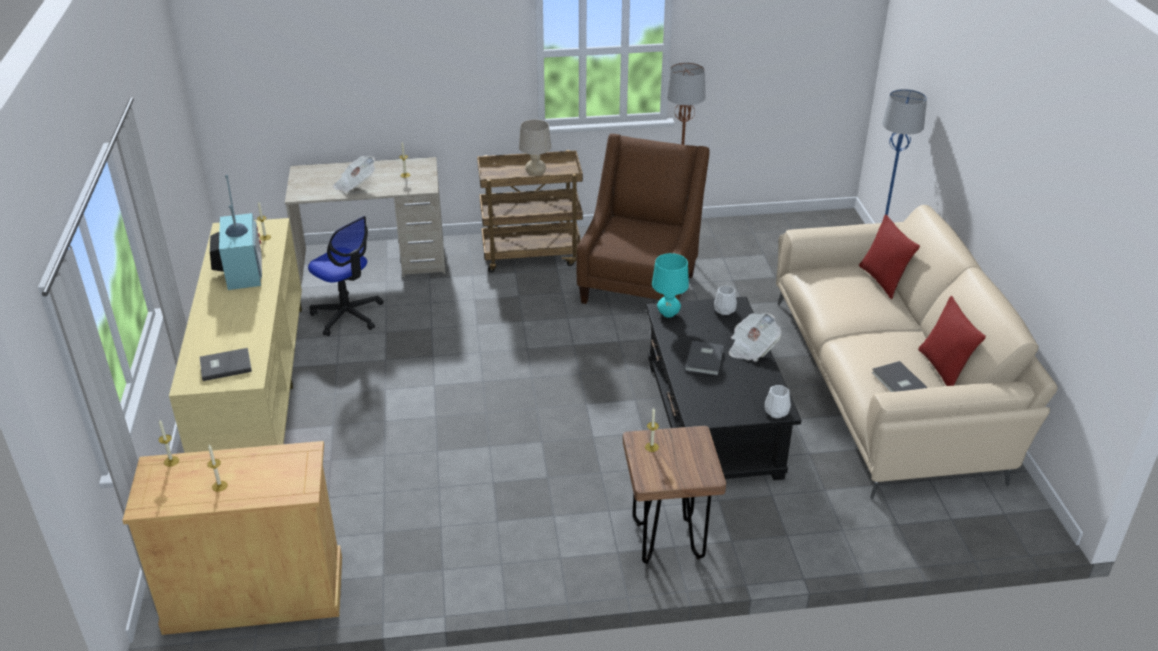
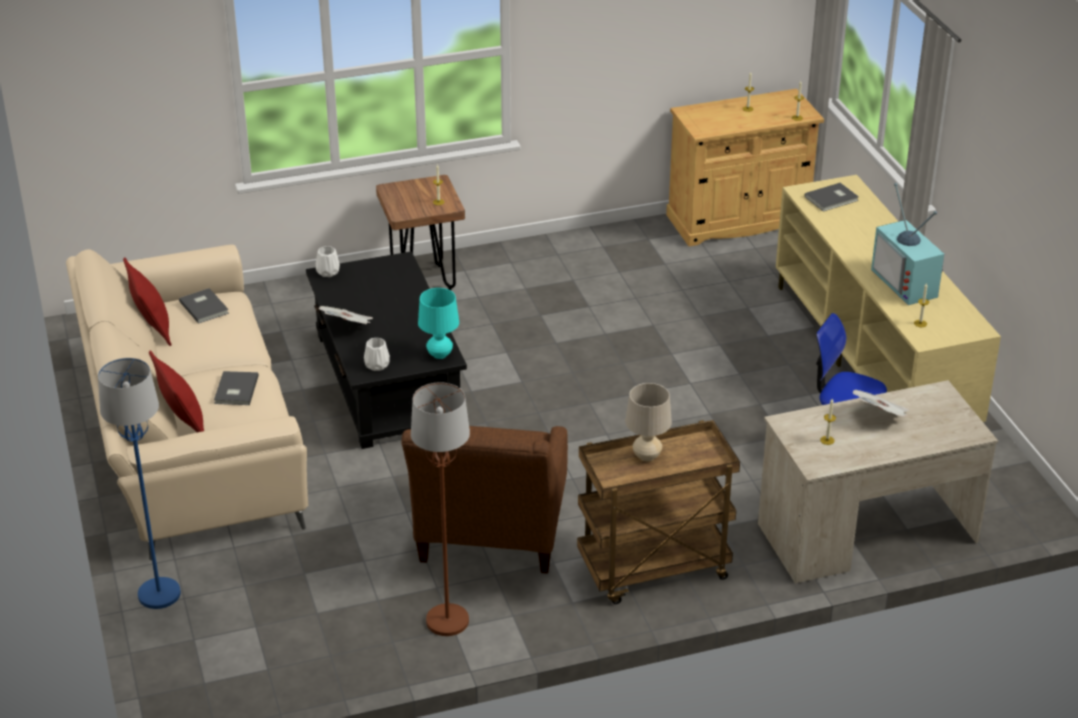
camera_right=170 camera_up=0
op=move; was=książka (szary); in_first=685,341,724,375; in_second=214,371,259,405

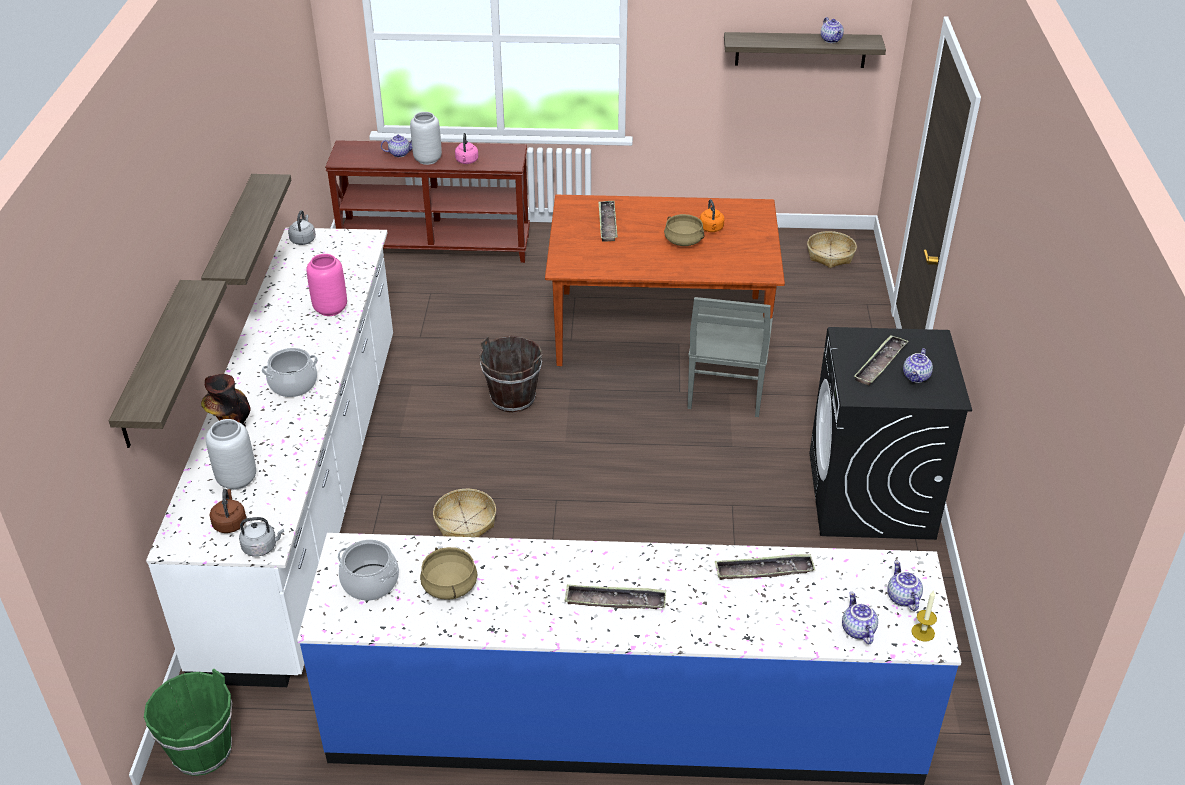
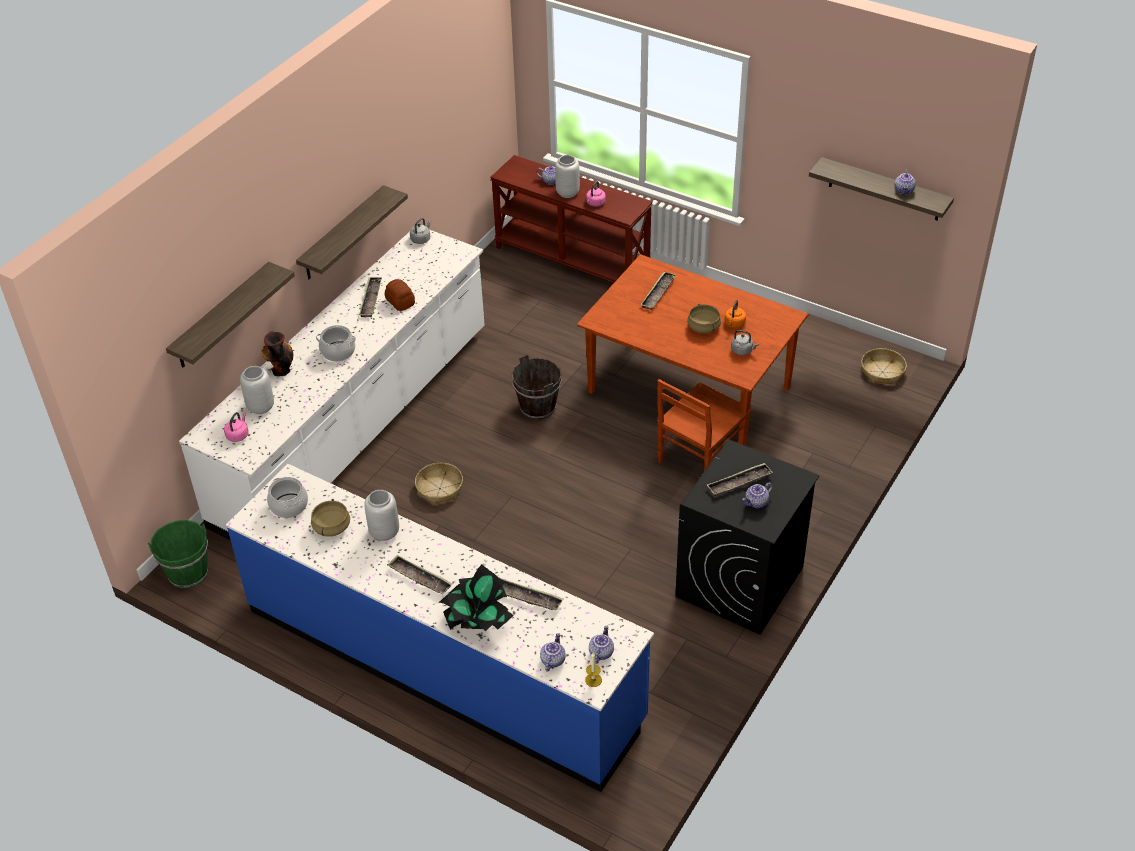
camera_right=30 camera_up=5
op=recolor; was=czajnik (brązowy); now=czajnik (różowy); in_first=210,489,246,533; in_second=224,412,248,442
op=insert; now=taca; in_second=359,277,382,317
op=insert; now=wazon (szary); in_second=364,490,399,541
op=replace; was=wazon (różowy); now=chleb; in_first=307,254,347,316; in_second=385,279,415,311
op=insert; now=roślina doniczkowa; in_second=439,565,513,631
op=recolor; was=krzesło (szary); now=krzesło (brązowy); in_first=688,297,773,417; in_second=657,379,752,471
op=move; was=czajnik (szary); in_first=239,517,284,557; in_second=731,330,759,355

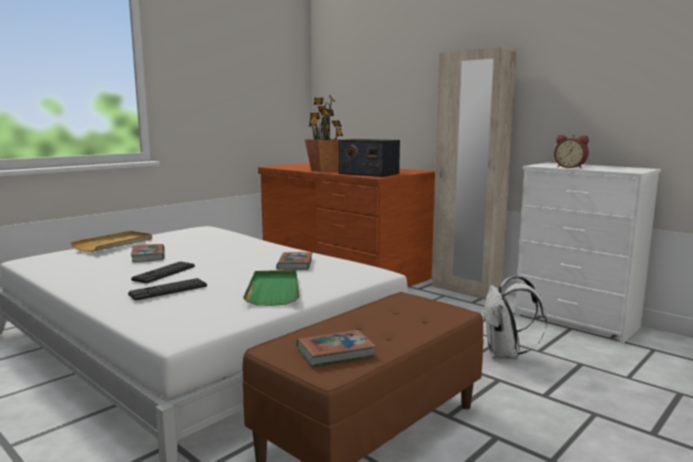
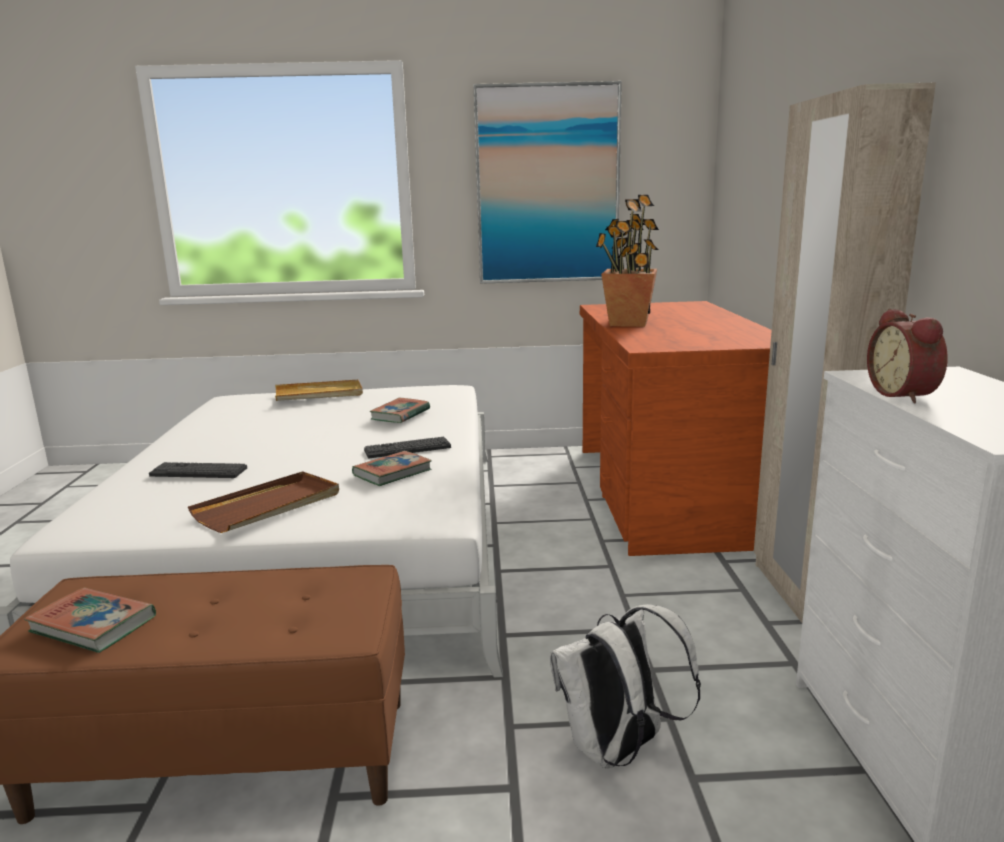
camera_right=45 camera_up=5
op=recolor; was=taca (zielony); now=taca (brązowy); in_first=243,270,300,306; in_second=188,471,339,533
op=move; was=klawiatura; in_first=131,261,195,283; in_second=364,436,451,458
op=move; was=książka; in_first=131,244,165,262; in_second=369,398,430,423
op=insert; now=obraz; in_second=474,81,622,284
op=delete; was=radio; in_first=339,139,400,177

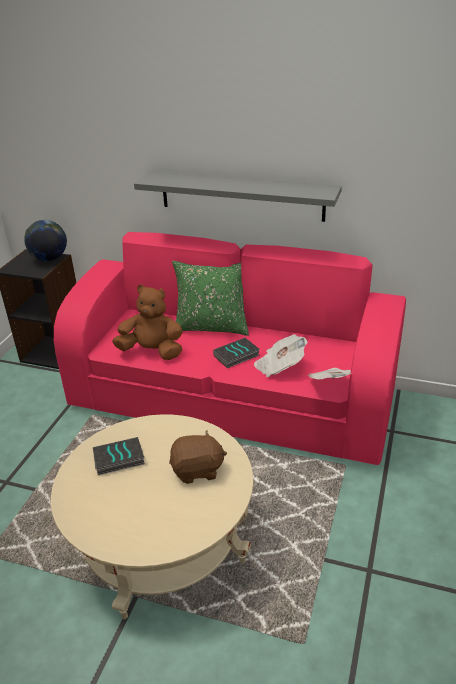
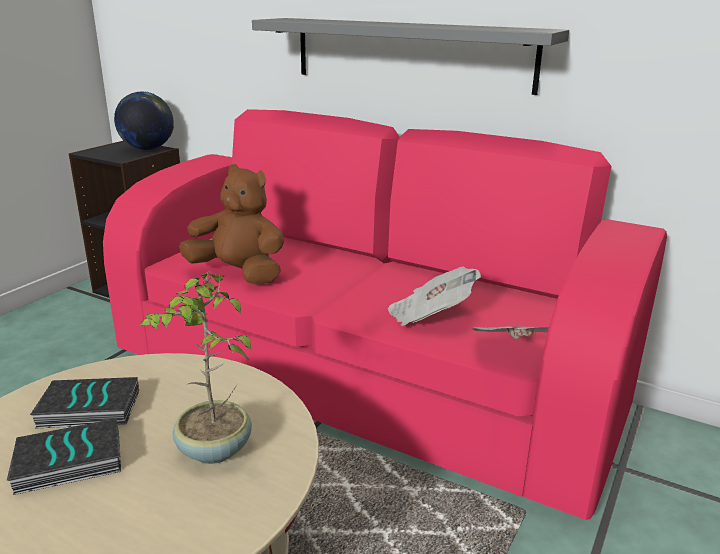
camera_right=10 camera_up=-10
op=move; was=książka; in_first=213,338,260,368; in_second=7,419,121,495
op=replace; was=pluszak (brązowy); now=roślina doniczkowa; in_first=169,430,227,484; in_second=141,270,252,464
op=delete; was=poduszka (zielony); in_first=172,261,249,336

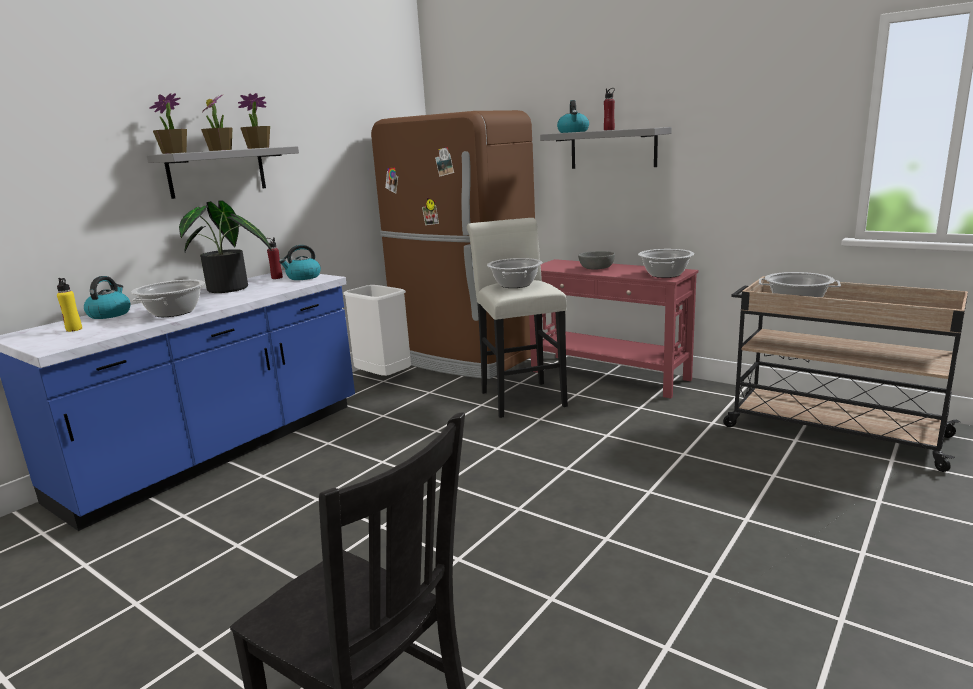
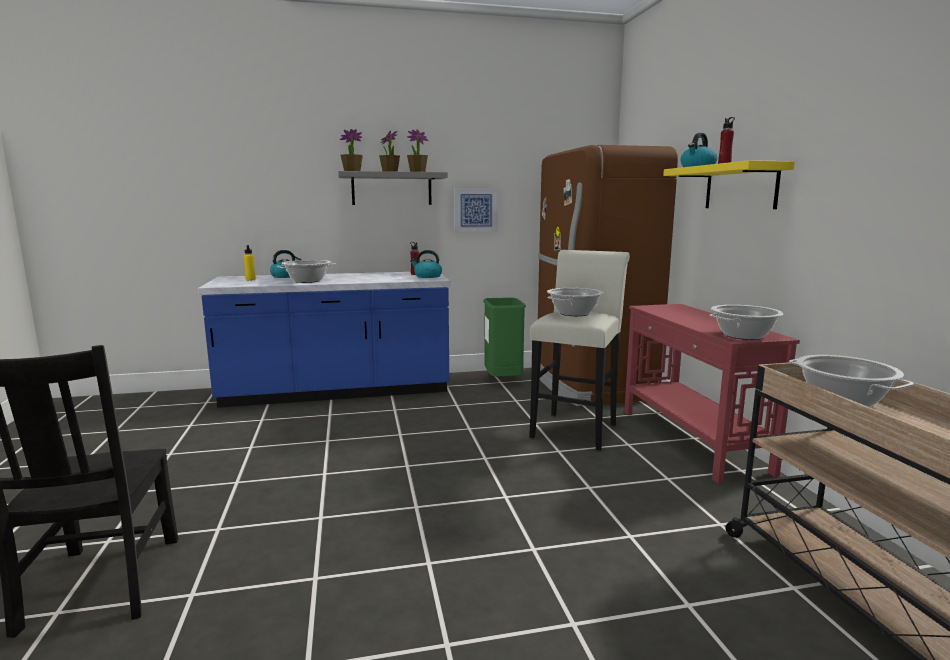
camera_right=40 camera_up=-5
op=insert; now=obraz; in_second=454,188,498,233
op=recolor; was=kosz na śmieci (biały); now=kosz na śmieci (zielony); in_first=343,285,411,376; in_second=483,297,526,377
op=recolor; was=półka (szary); now=półka (żółty); in_first=540,127,672,169; in_second=663,160,795,209
op=delete; was=roślina doniczkowa; in_first=179,200,272,293
op=delete; was=miska (szary); in_first=578,251,615,270

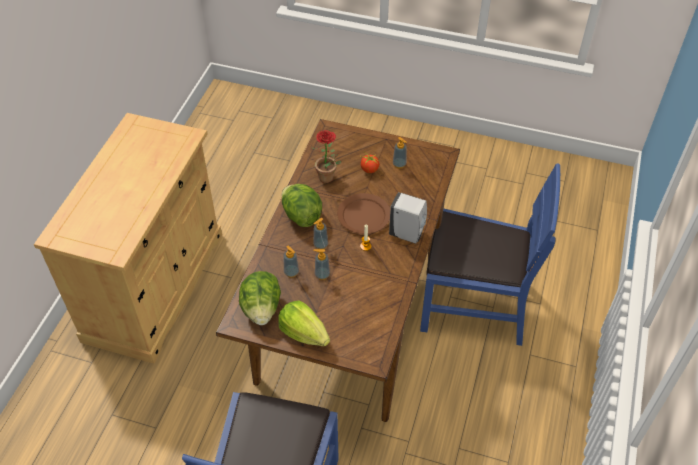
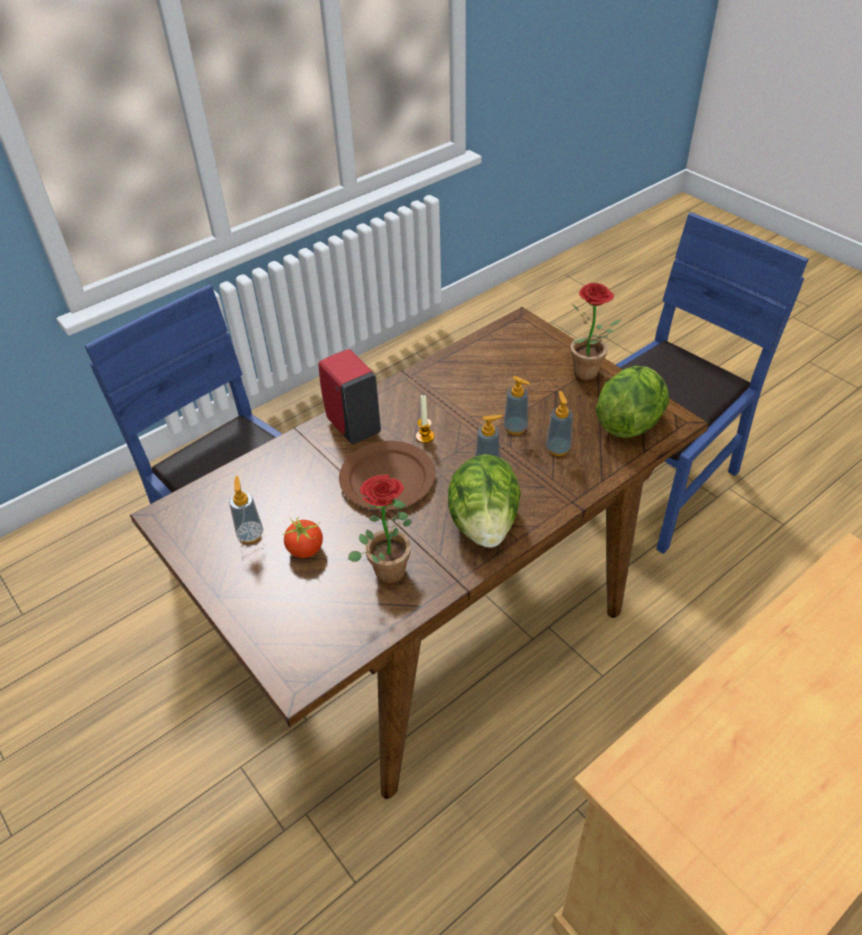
camera_right=-145 camera_up=-5
op=recolor; was=dozownik mydła (biały); now=dozownik mydła (czerwony); in_first=389,192,427,244; in_second=318,349,381,445
op=replace; was=sałata; now=roślina doniczkowa; in_first=278,300,330,346; in_second=571,283,621,380

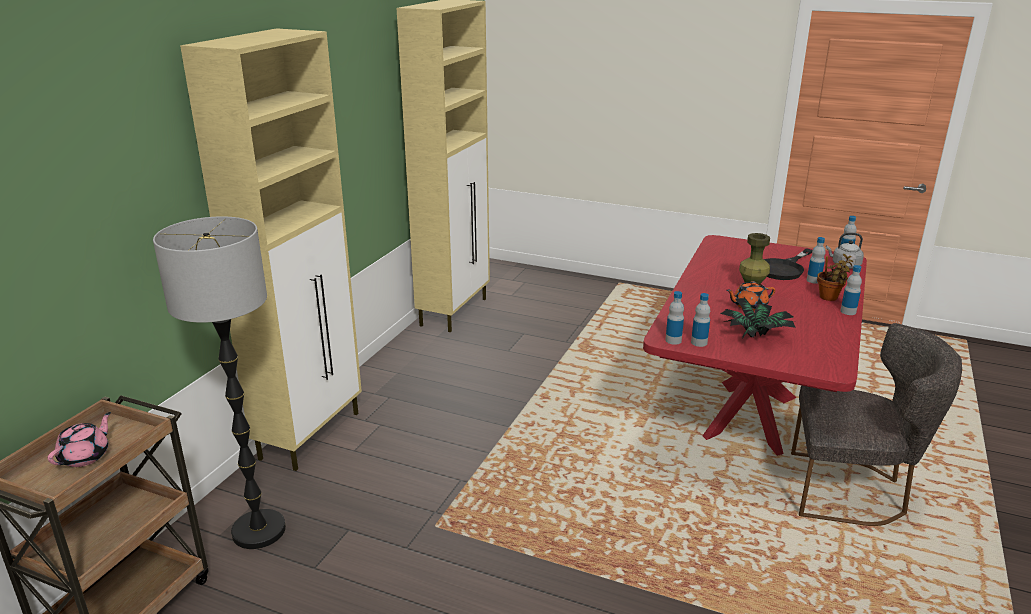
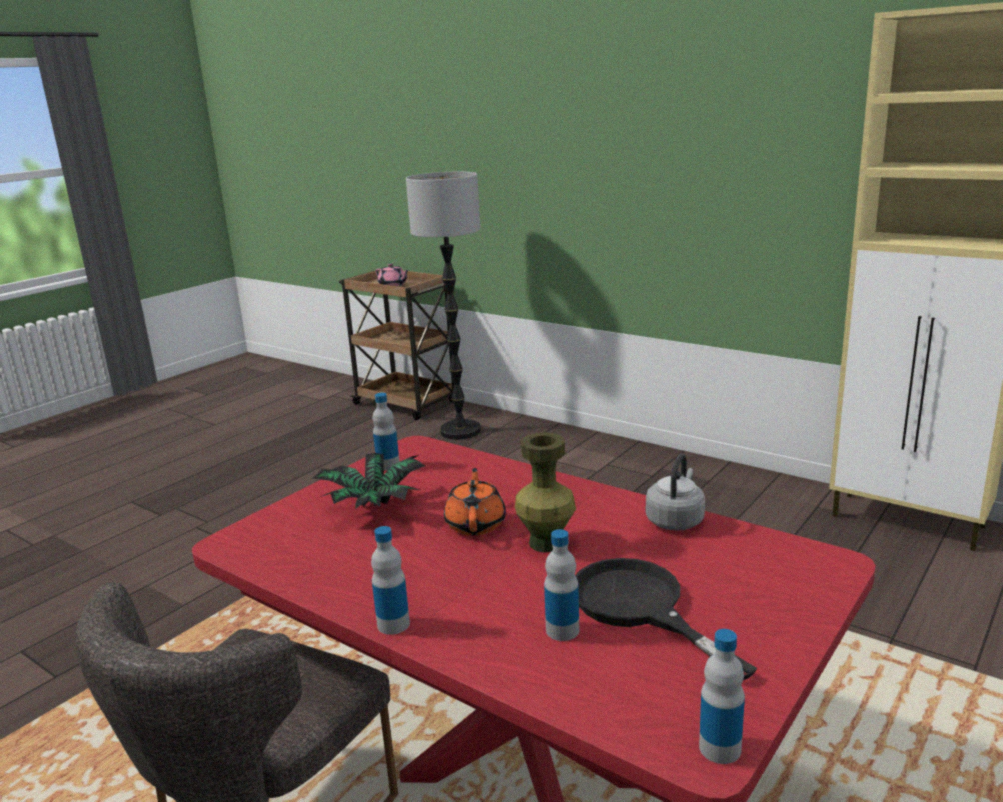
camera_right=105 camera_up=-5
op=move; was=czajnik (szary); in_first=826,233,864,269; in_second=646,453,705,531
op=delete; was=szafka (beżowy); in_first=180,28,362,471
op=delete; was=butelka; in_first=665,291,684,345
op=delete; was=roślina doniczkowa; in_first=817,254,853,301

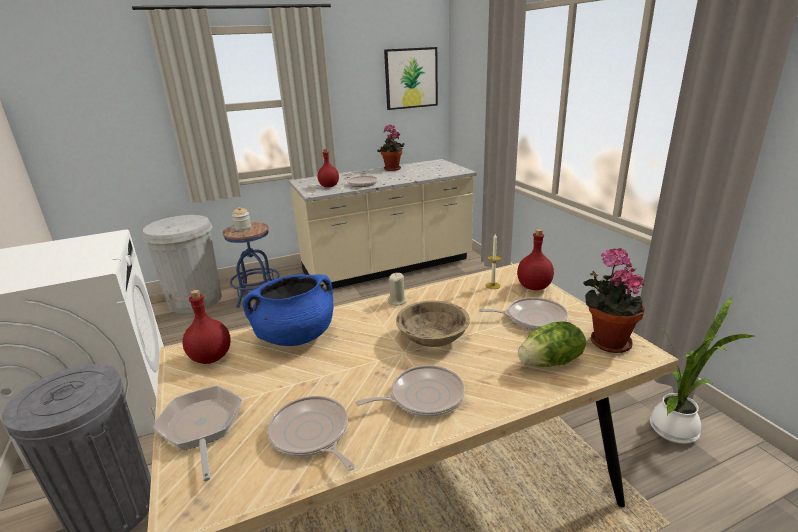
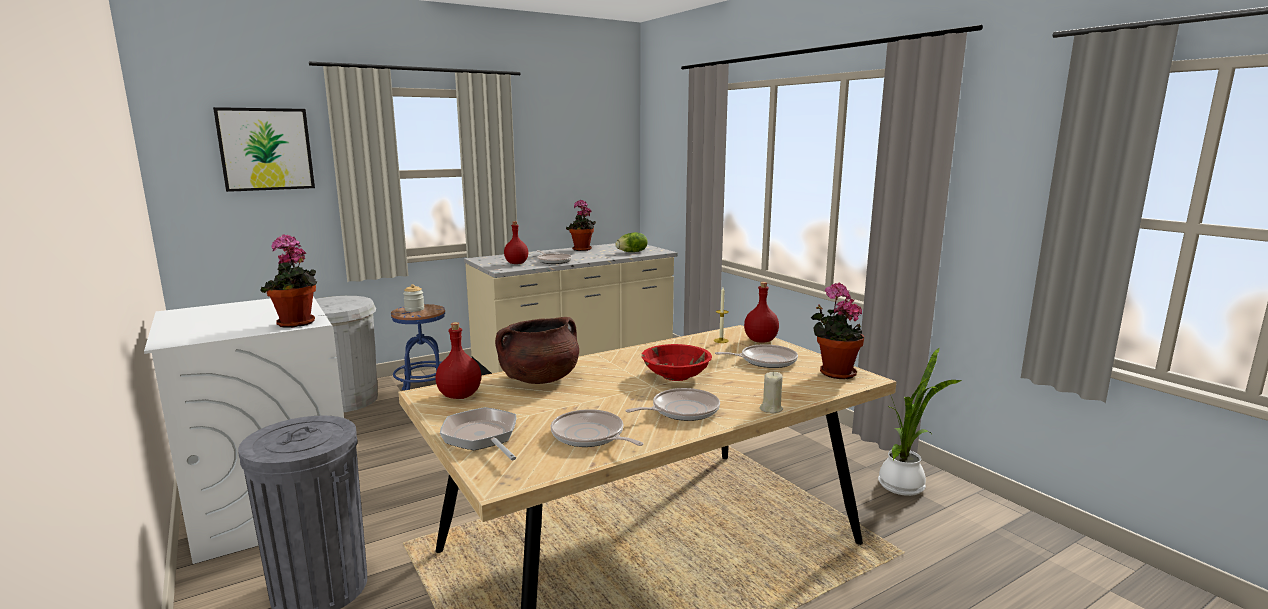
camera_right=-10 camera_up=-10
op=move; was=obraz; in_first=384,47,438,110; in_second=213,107,315,192
op=insert; now=roślina doniczkowa; in_second=260,234,317,328
op=recolor; was=garnek (niebieski); now=garnek (brązowy); in_first=243,274,333,346; in_second=495,317,579,384
op=move; was=sałata; in_first=518,321,586,367; in_second=615,232,647,252
op=recolor; was=miska (beżowy); now=miska (czerwony); in_first=396,301,470,347; in_second=642,344,712,381
op=move; was=świeca (beżowy); in_first=388,273,406,306; in_second=760,372,783,413

